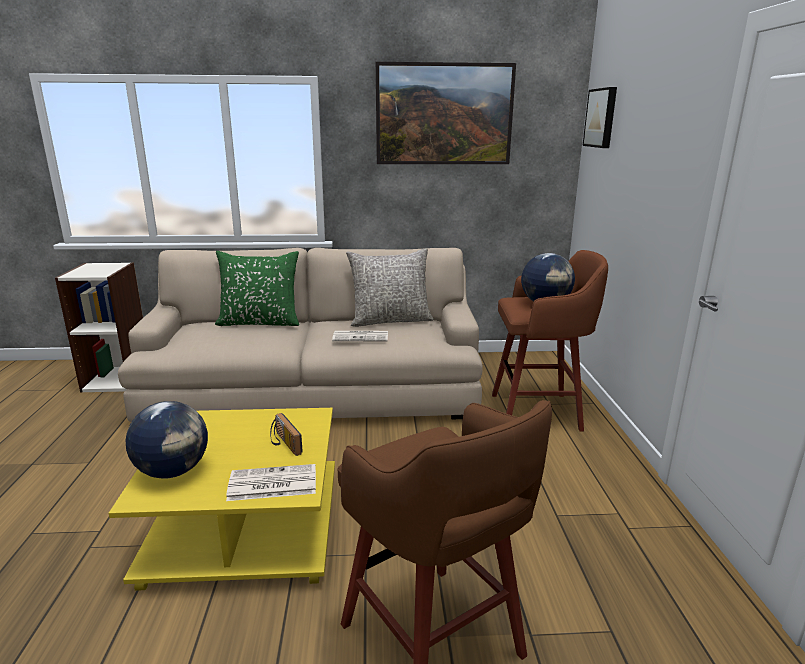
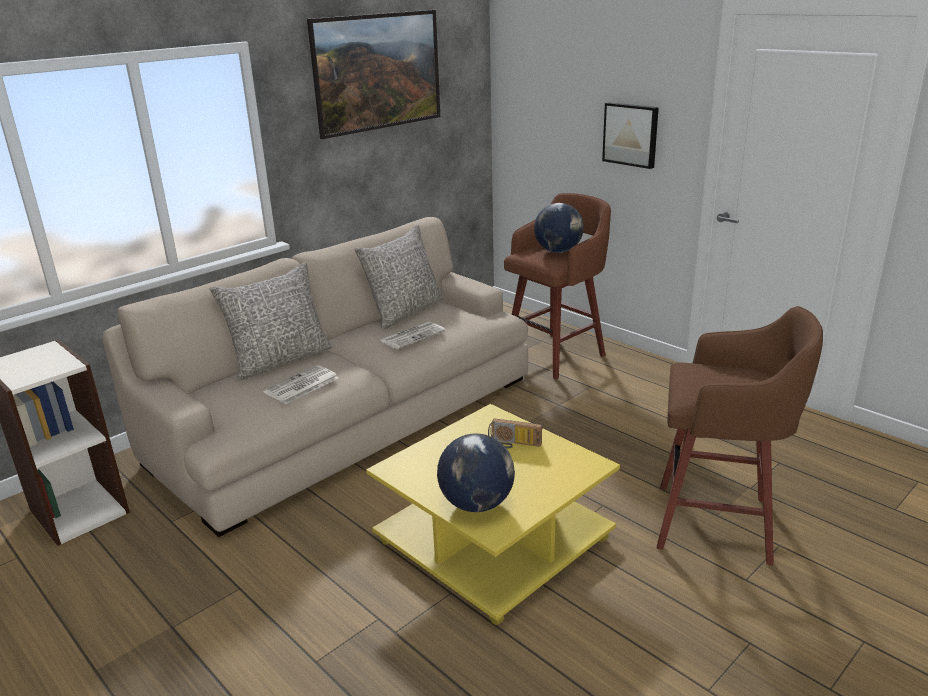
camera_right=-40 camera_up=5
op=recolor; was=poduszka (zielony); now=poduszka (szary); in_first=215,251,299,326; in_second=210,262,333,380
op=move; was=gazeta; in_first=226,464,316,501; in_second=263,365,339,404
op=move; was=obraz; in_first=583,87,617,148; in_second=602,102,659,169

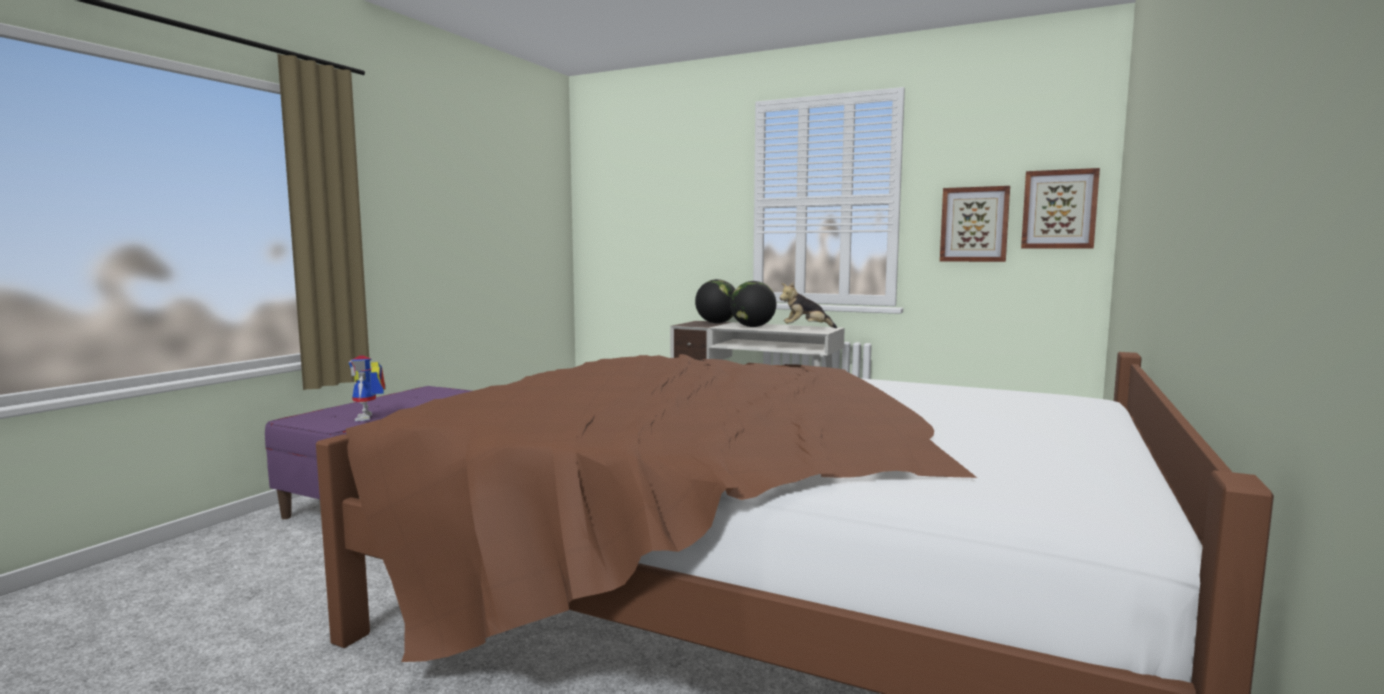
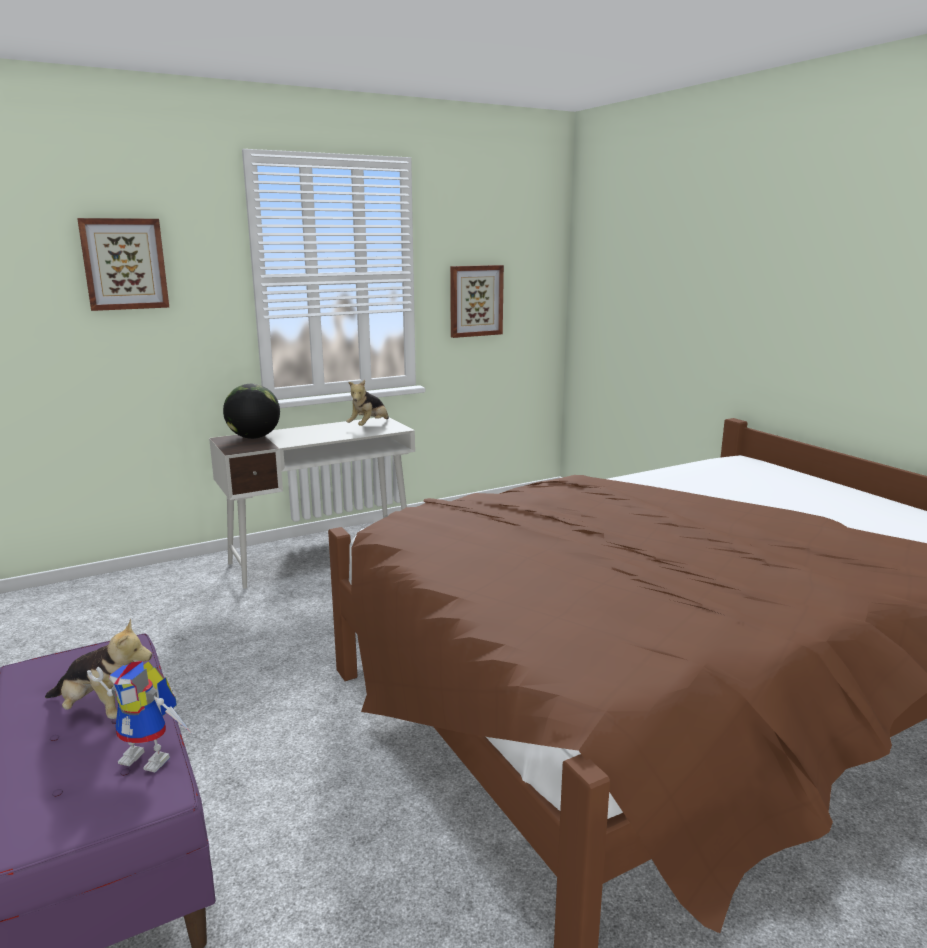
camera_right=-55 camera_up=10
op=insert; now=pluszak; in_second=45,618,152,719
op=move; was=obraz; in_first=1021,168,1100,249; in_second=77,218,169,311
op=delete; was=globus; in_first=730,281,776,327

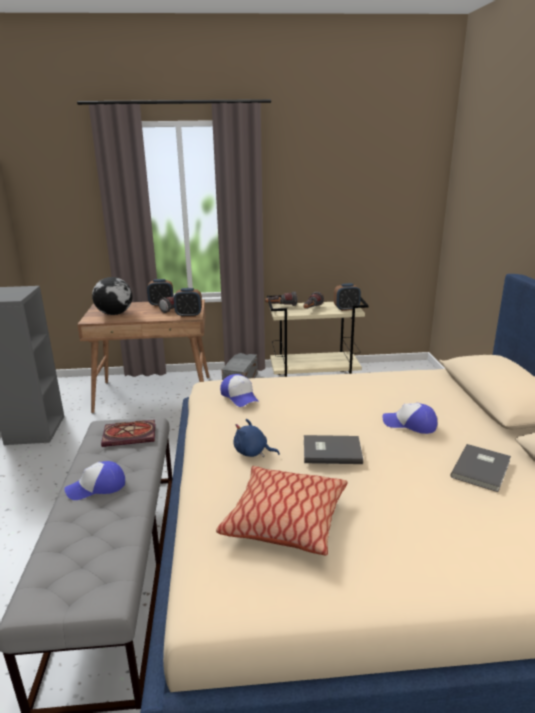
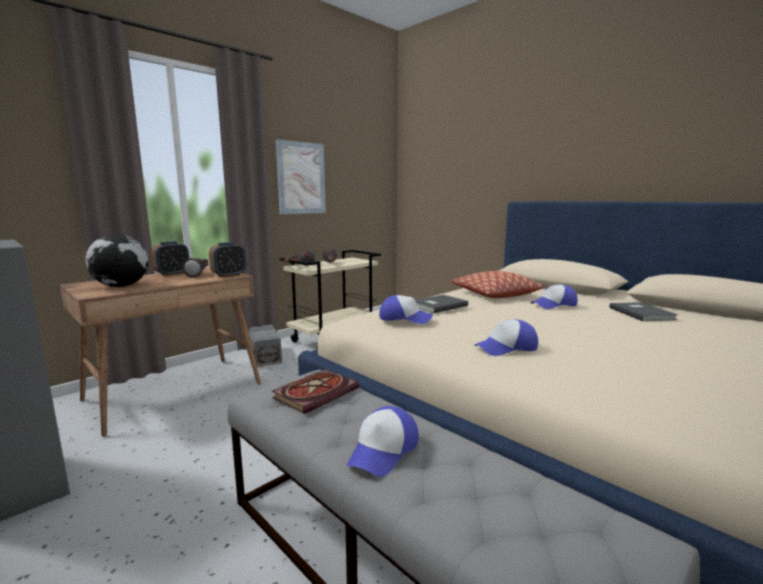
camera_right=-40 camera_up=-10
op=insert; now=obraz; in_second=276,139,326,214
op=move; was=książka (szary); in_first=304,435,363,464; in_second=415,295,468,313
op=move; was=poduszka; in_first=216,466,347,555; in_second=451,271,544,298
op=replace; was=pluszak (niebieski); now=czapka z daszkiem; in_first=233,419,280,457; in_second=474,320,538,356
op=delete; was=budzik; in_first=334,283,361,311

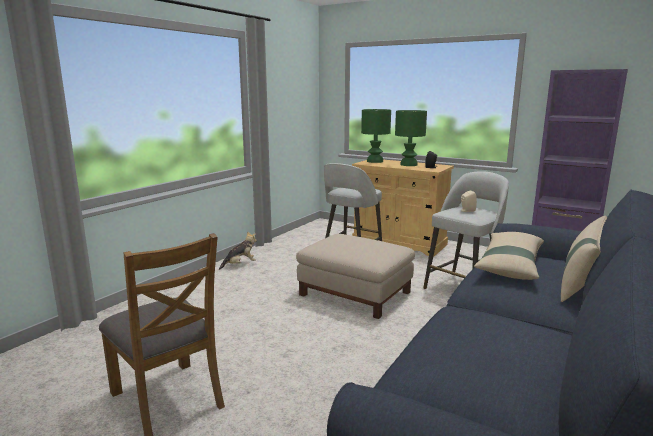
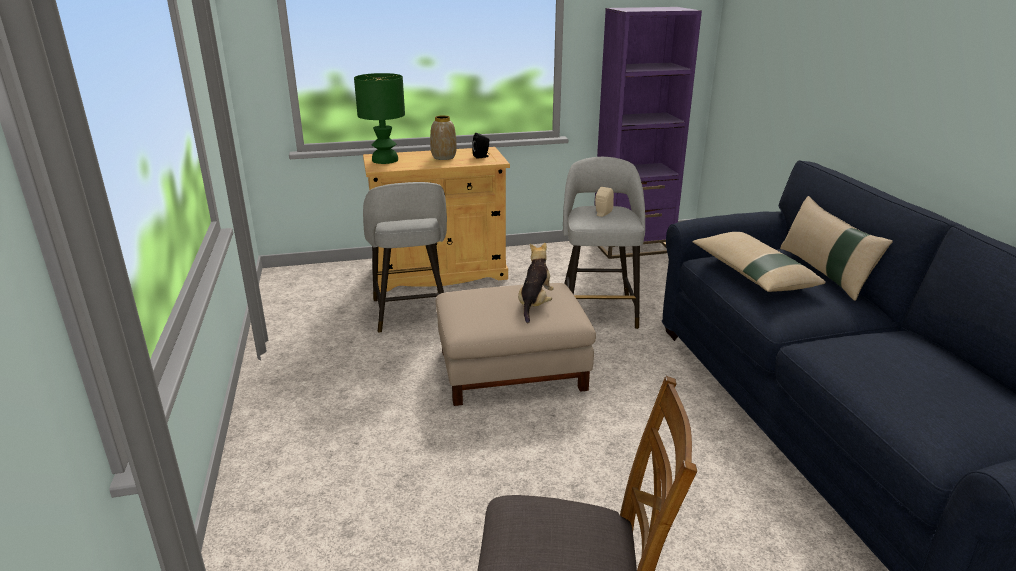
camera_right=-45 camera_up=10
op=replace; was=lampa stołowa (zielony); now=wazon; in_first=395,110,427,166; in_second=430,115,457,160
op=move; was=pluszak; in_first=219,231,257,270; in_second=518,243,554,323

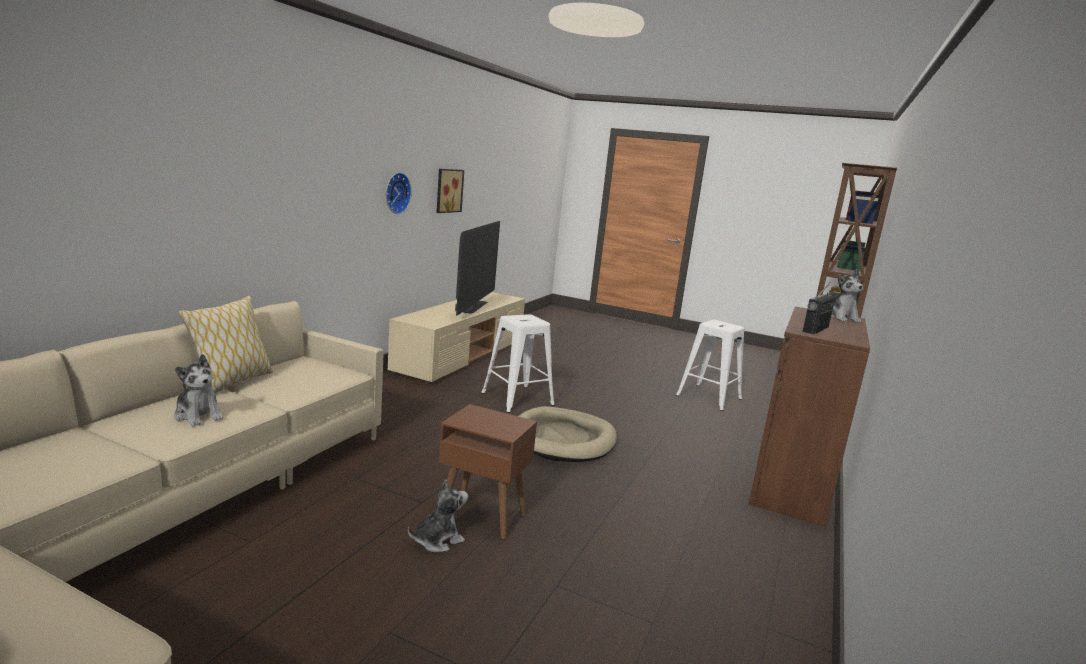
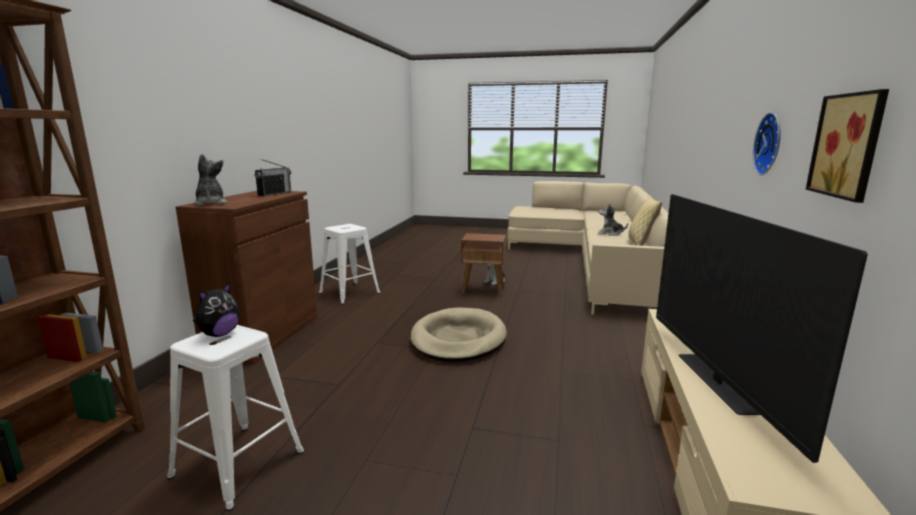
camera_right=170 camera_up=0
op=insert; now=pluszak; in_second=193,283,240,337
op=move; was=stołek (biały); in_first=481,314,555,413; in_second=319,224,380,304

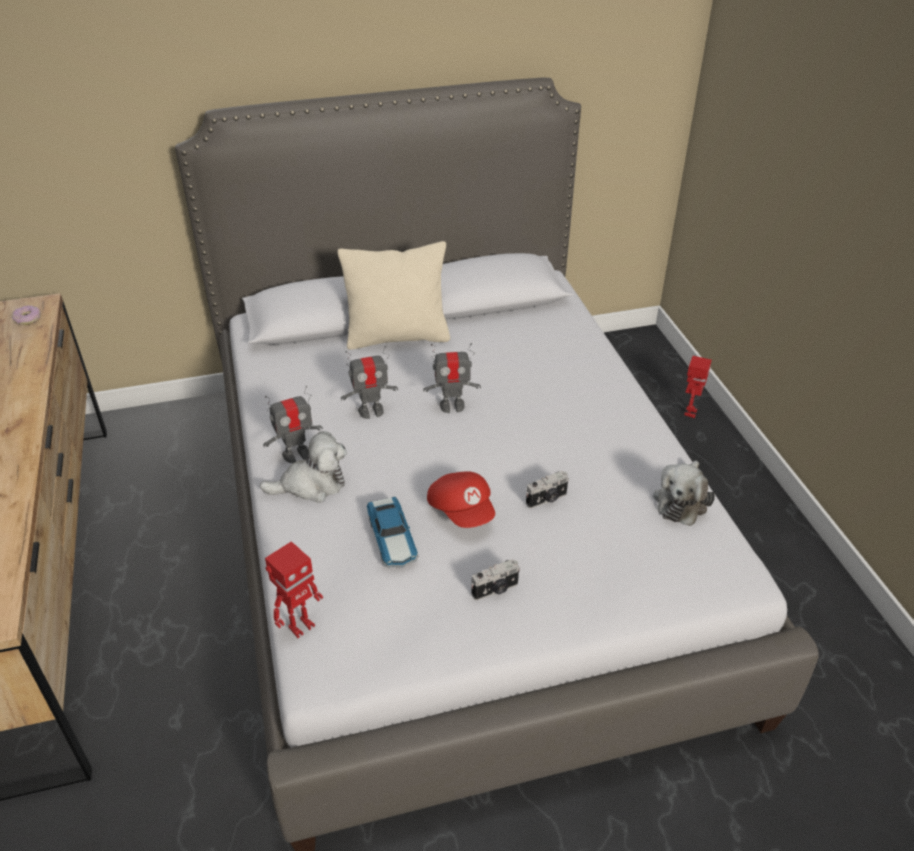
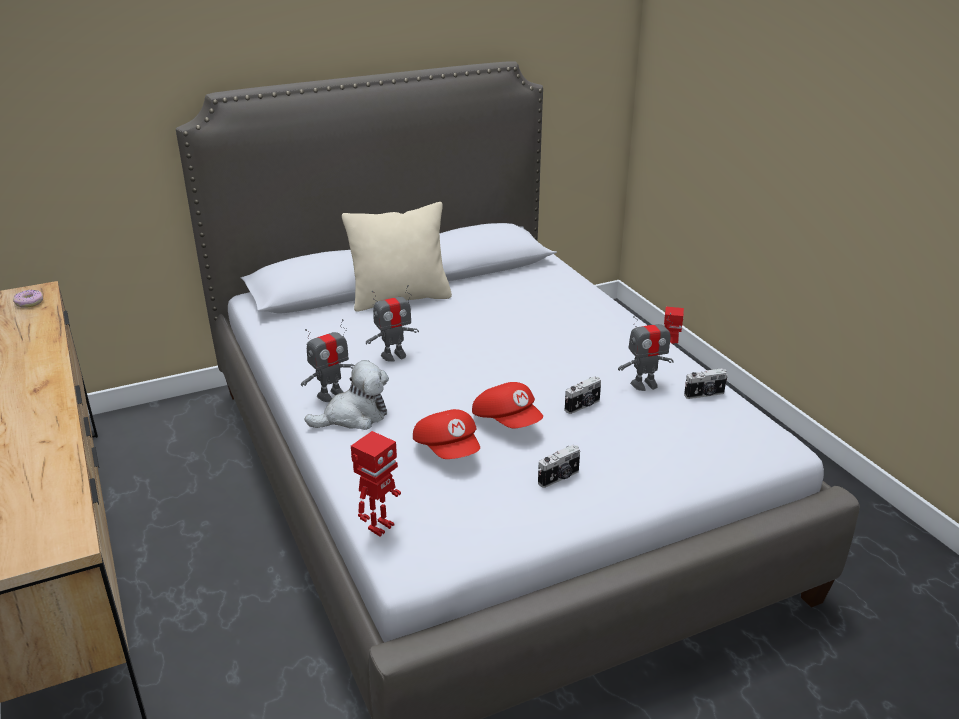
camera_right=-10 camera_up=-10
op=replace; was=samochodzik; now=czapka z daszkiem (czerwony); in_first=367,497,418,568; in_second=413,409,480,459
op=move; was=robot zabawkowy; in_first=423,343,481,413; in_second=618,313,674,391
op=replace; was=pluszak; now=aparat fotograficzny; in_first=653,461,715,526; in_second=684,368,728,399

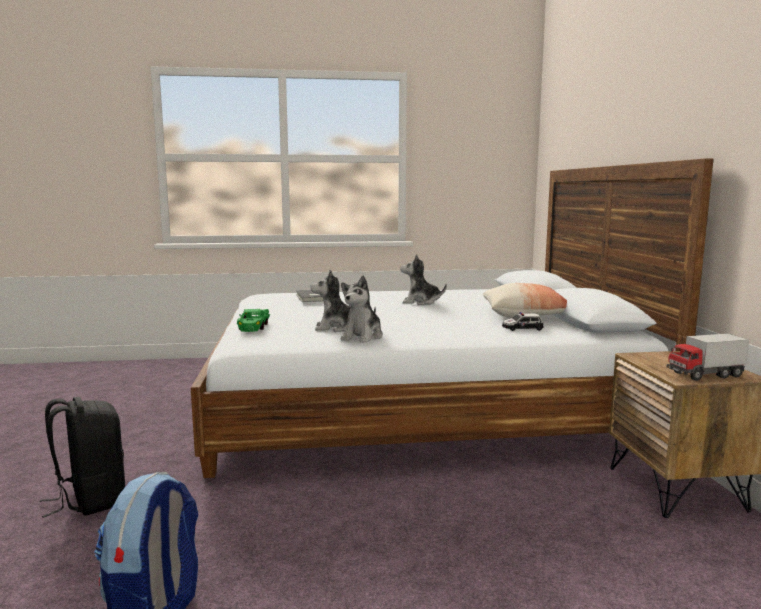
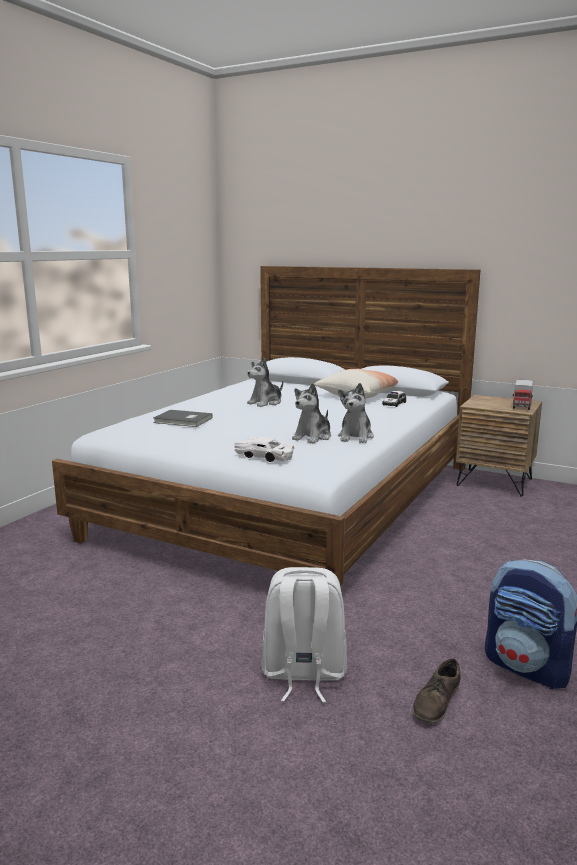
camera_right=-55 camera_up=5
op=recolor; was=samochodzik (zielony); now=samochodzik (biały); in_first=237,309,270,332; in_second=234,436,294,462
op=recolor; was=plecak (czarny); now=plecak (biały); in_first=40,397,125,518; in_second=262,567,347,703
op=rotate; was=pluszak; in_first=341,276,383,343; in_second=338,383,374,443; clockwise=45
op=insert; now=but (brązowy); in_second=413,659,461,723

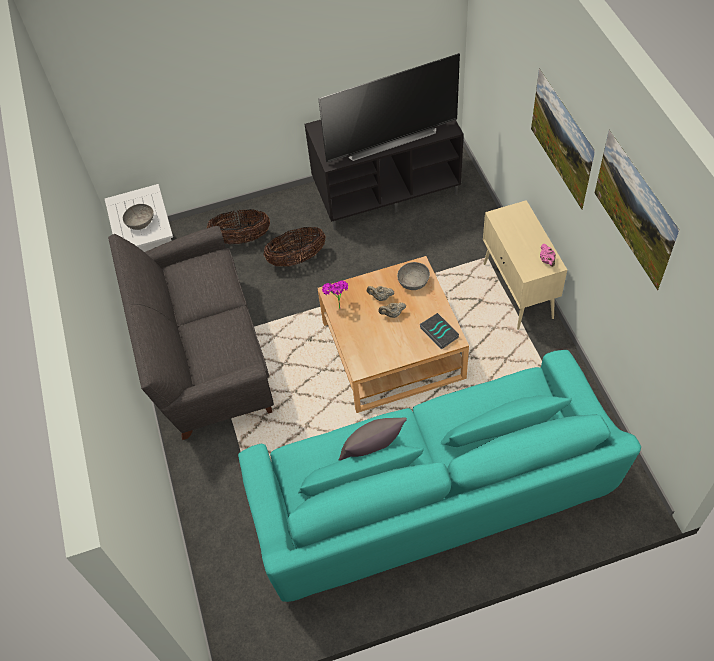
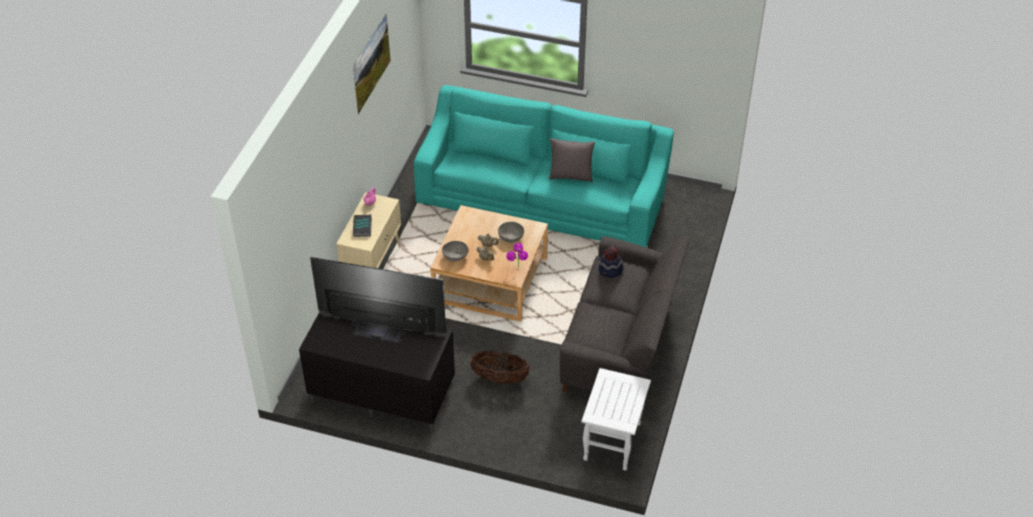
camera_right=-150 camera_up=-10
op=move; was=książka; in_first=420,313,459,350; in_second=353,215,372,237
op=move; was=miska (szary); in_first=123,204,154,230; in_second=498,222,524,243
op=insert; now=kapelusz; in_second=598,246,624,278
op=delete; was=koszyk; in_first=207,209,270,244
op=delete; was=obraz; in_first=531,68,595,210

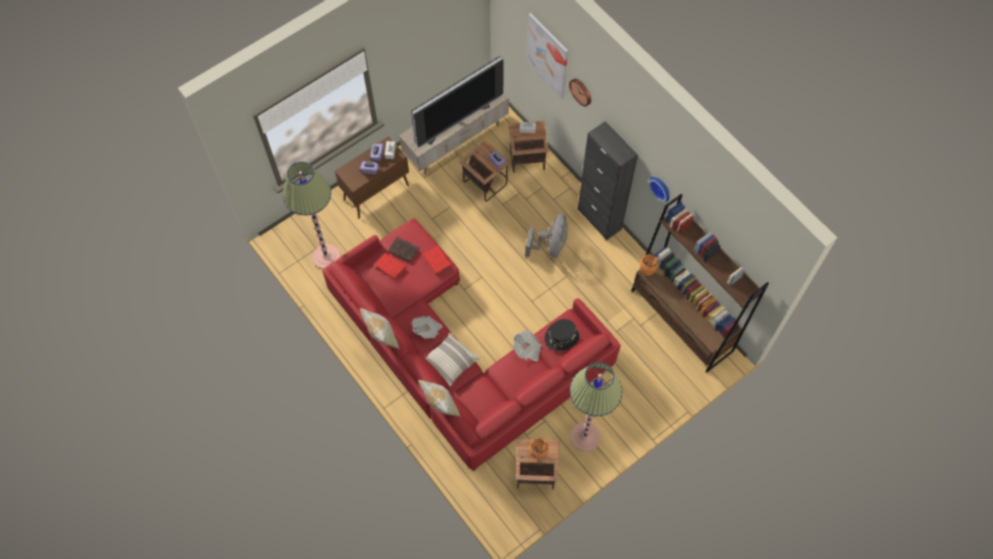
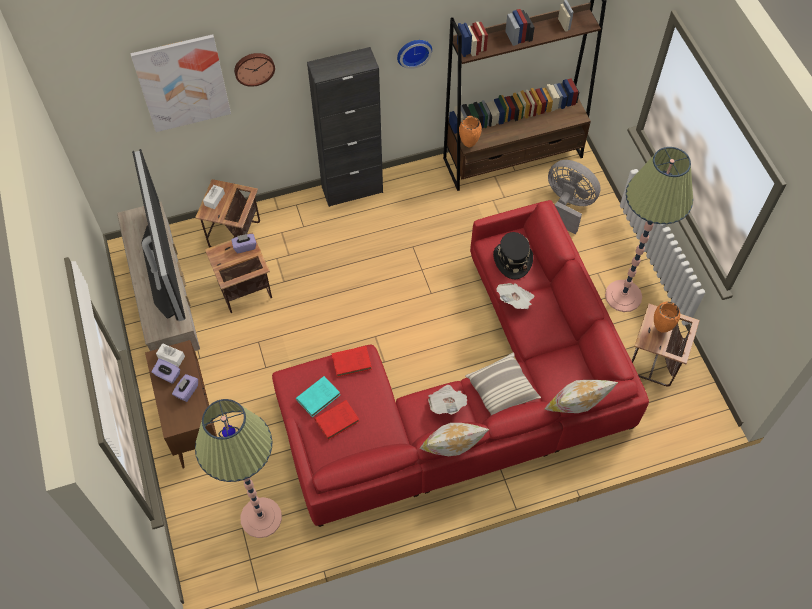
camera_right=-70 camera_up=-5
op=recolor; was=książka (brązowy); now=książka (turkusowy); in_first=388,237,419,262; in_second=296,376,340,417
op=move; was=wentylator (szary); in_first=525,214,568,257; in_second=548,160,601,234

